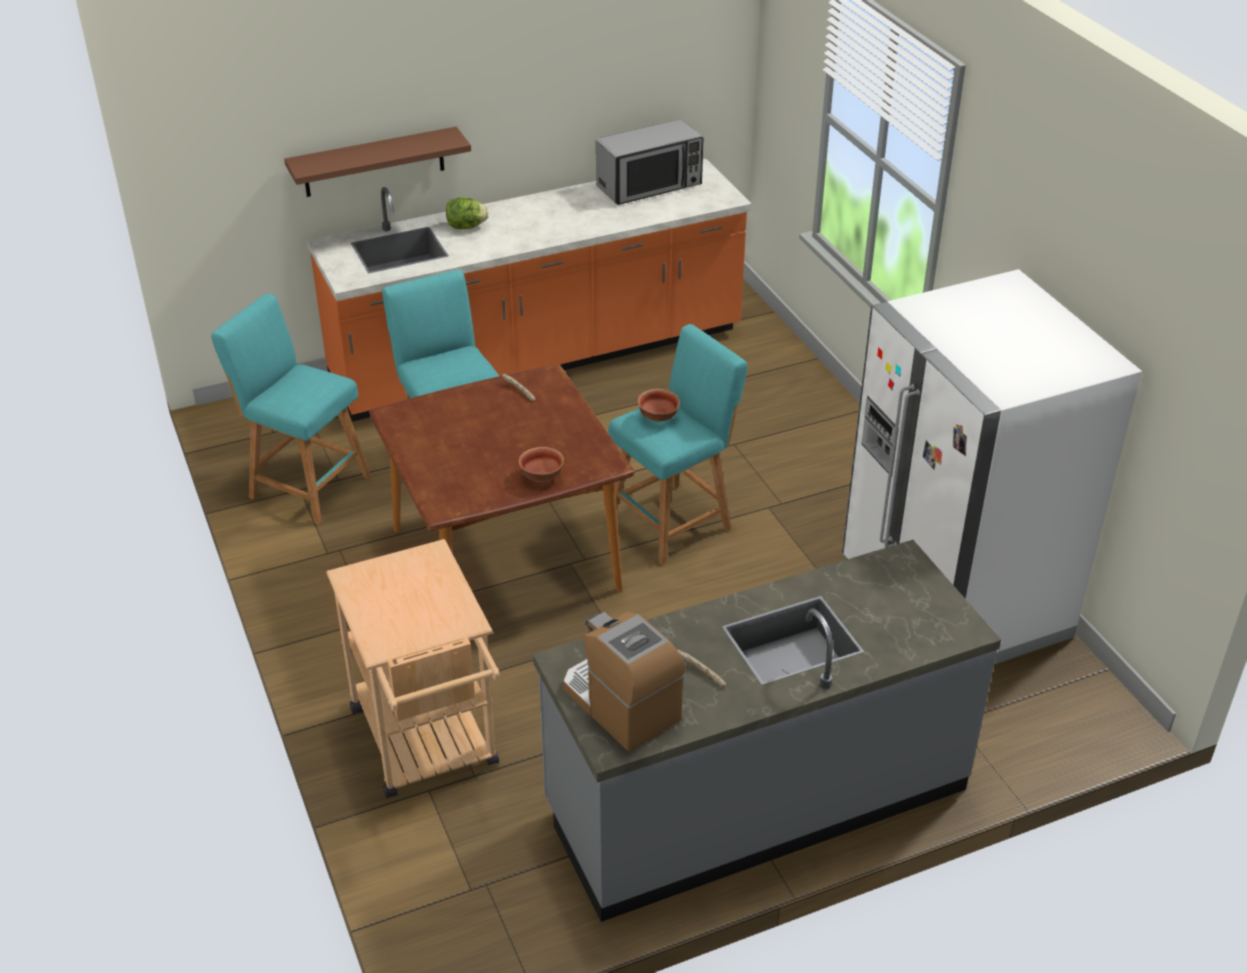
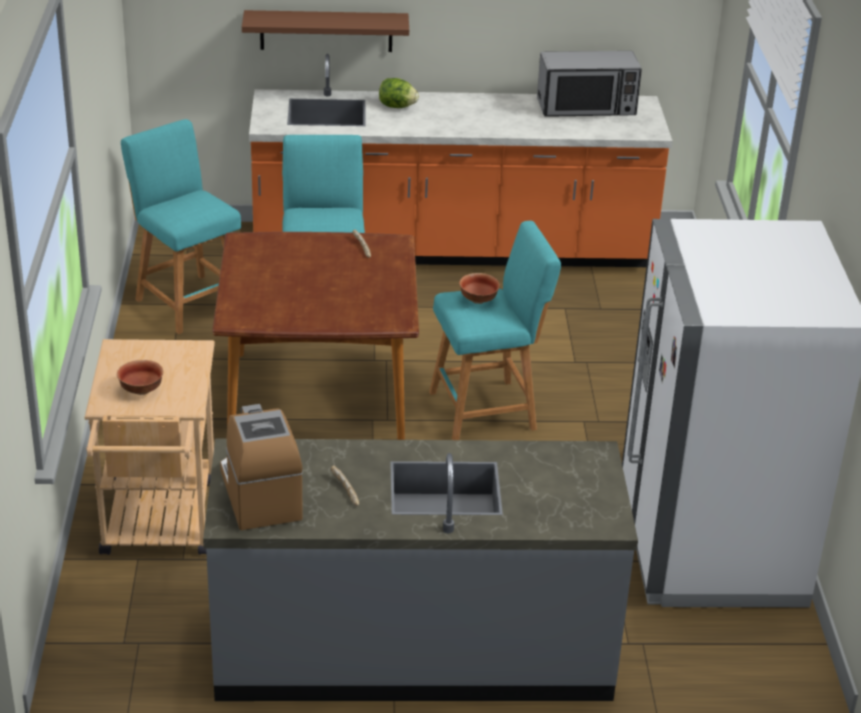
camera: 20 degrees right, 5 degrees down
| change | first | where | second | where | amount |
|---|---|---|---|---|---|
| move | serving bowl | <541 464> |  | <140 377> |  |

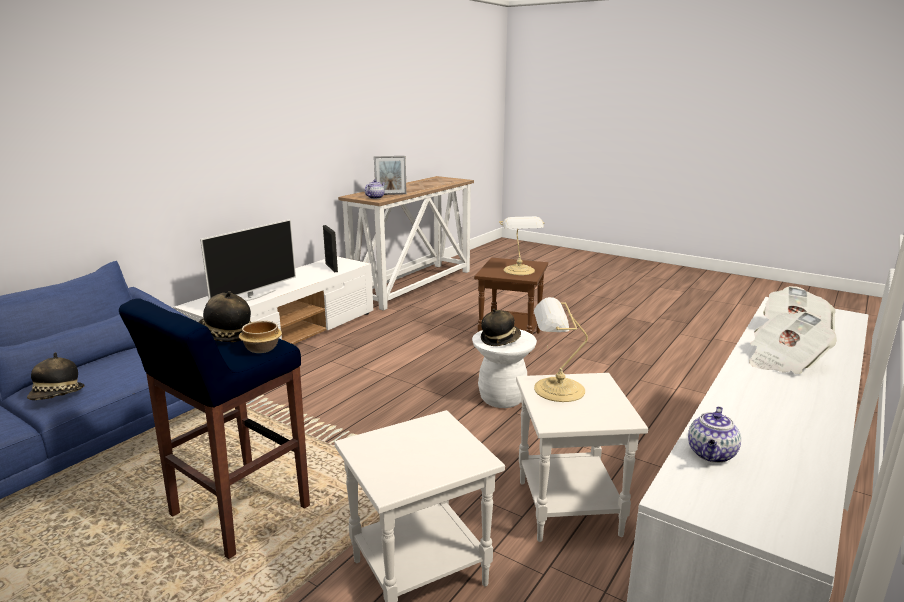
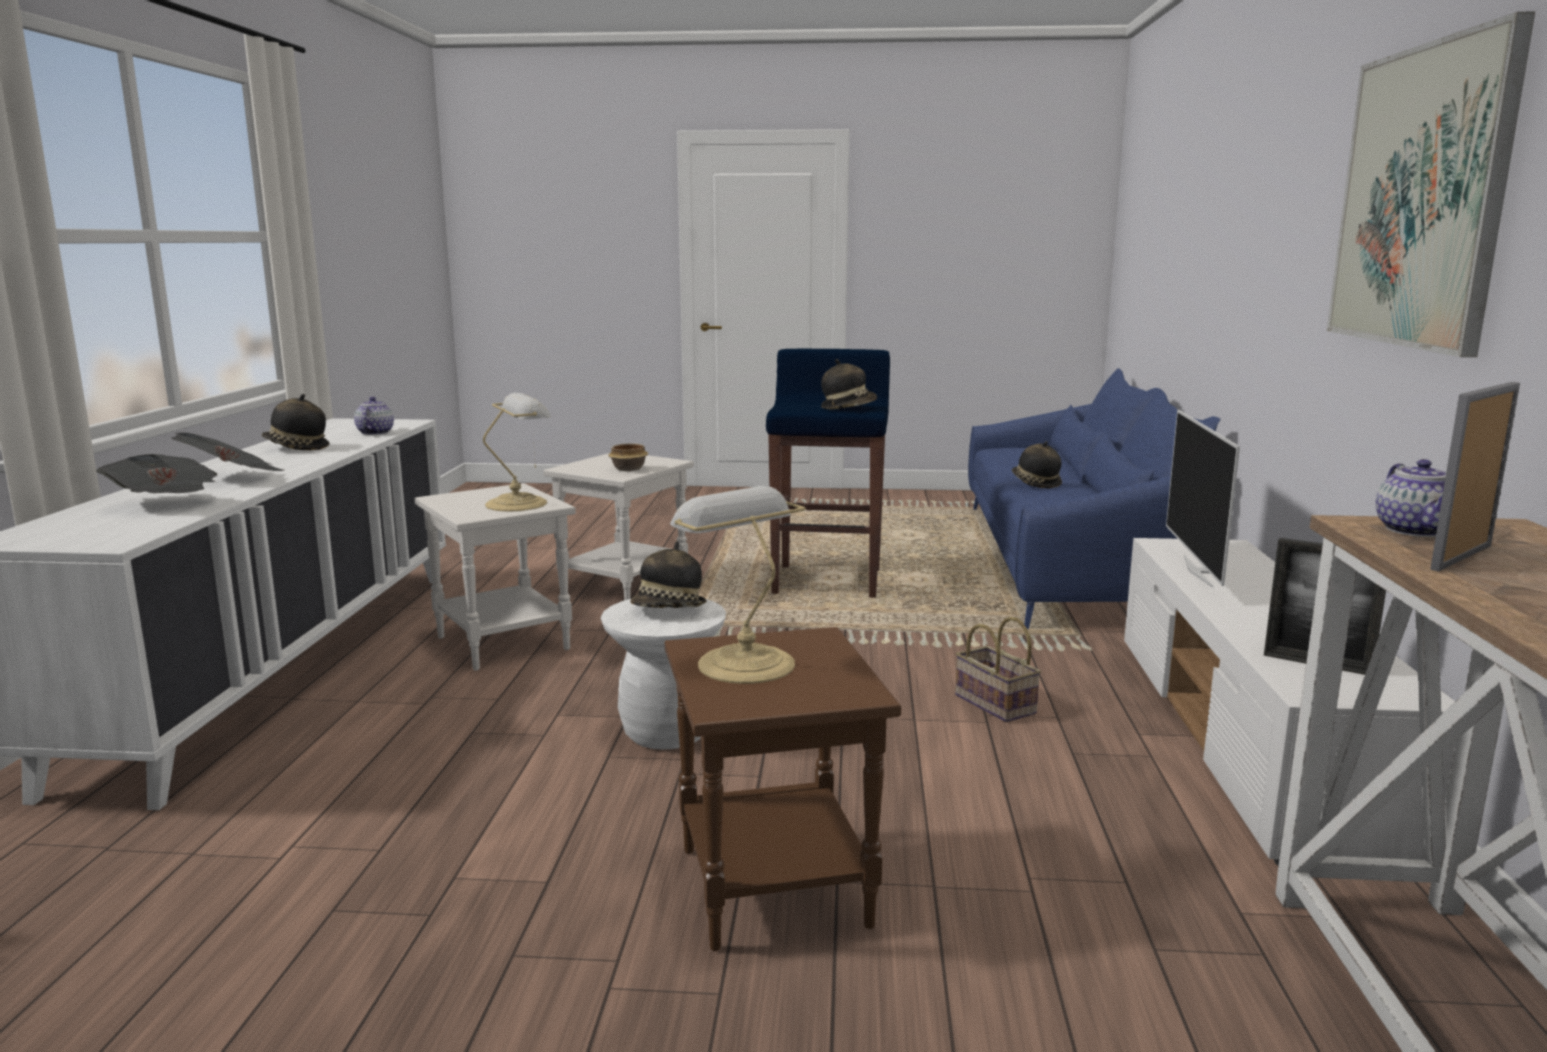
camera: 150 degrees right, 5 degrees down
| change | first | where | second | where | amount |
|---|---|---|---|---|---|
| move | serving bowl | <260 337> |  | <628 457> |  |
| insert |  |  | picture | <1431 184> |  |
| insert |  |  | wearable hat | <295 422> |  |
| insert |  |  | storage basket | <998 669> |  |

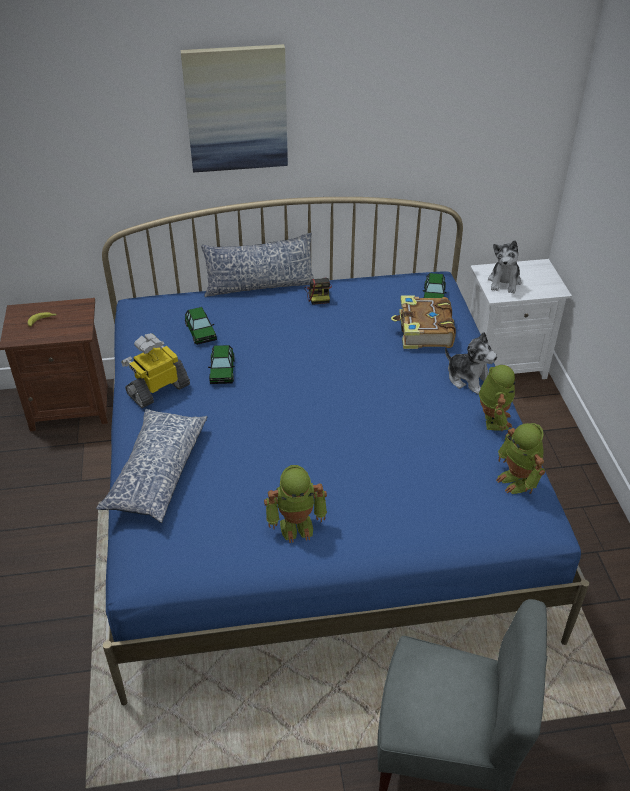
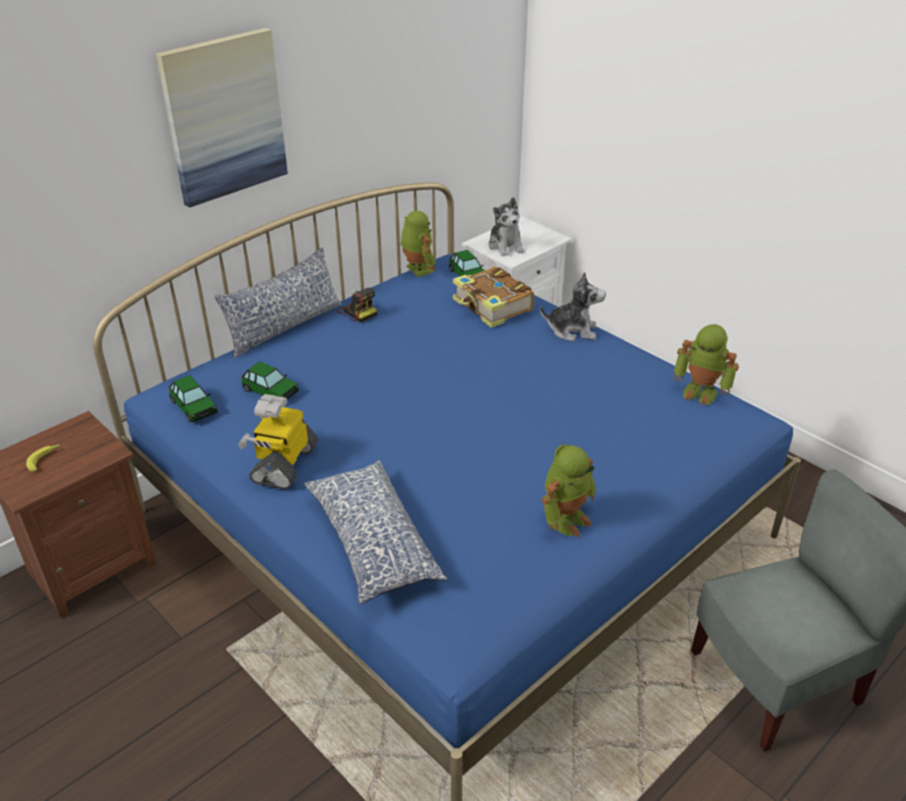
camera: 35 degrees left, 5 degrees down
| change | first | where | second | where | amount |
|---|---|---|---|---|---|
| move | toy car | <221 364> |  | <193 399> |  |
| move | toy robot | <497 398> |  | <418 244> |  |

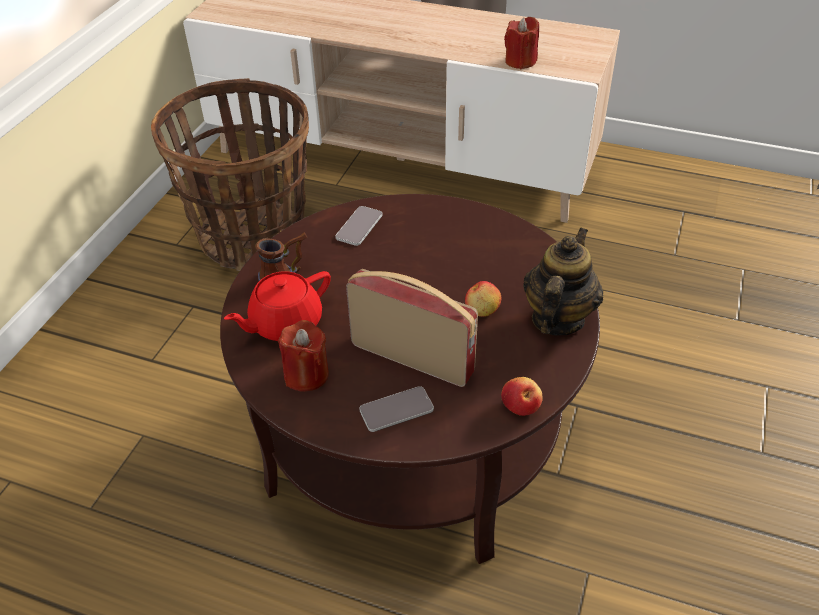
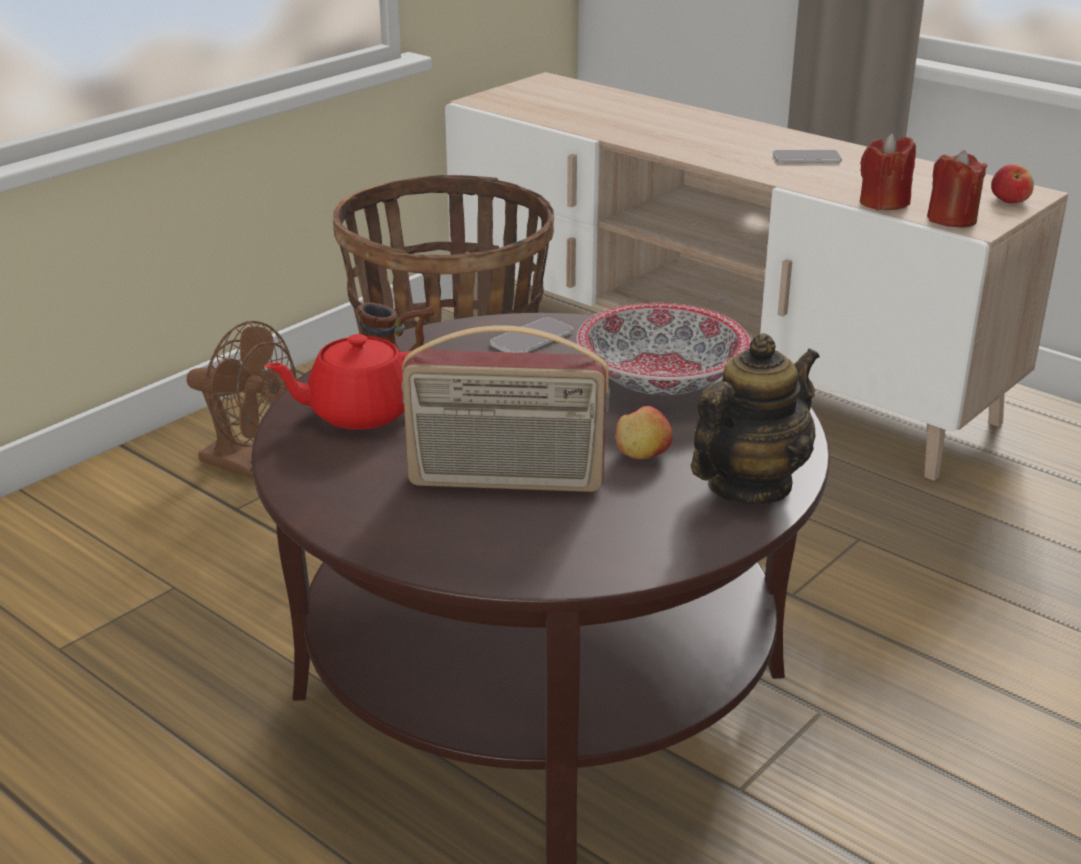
camera: 20 degrees right, 15 degrees down
| change | first | where | second | where | amount |
|---|---|---|---|---|---|
| rotate | radio | <412 328> |  | <505 408> | 135 degrees clockwise |
| move | wax light (red-coloured) | <303 356> |  | <957 189> |  |
| move | apple | <521 396> |  | <1012 183> |  |
| move | telephone | <396 409> |  | <807 156> |  |
| insert |  |  | serving bowl | <663 349> |  |
| insert |  |  | cooling fan (brown) | <241 400> |  |

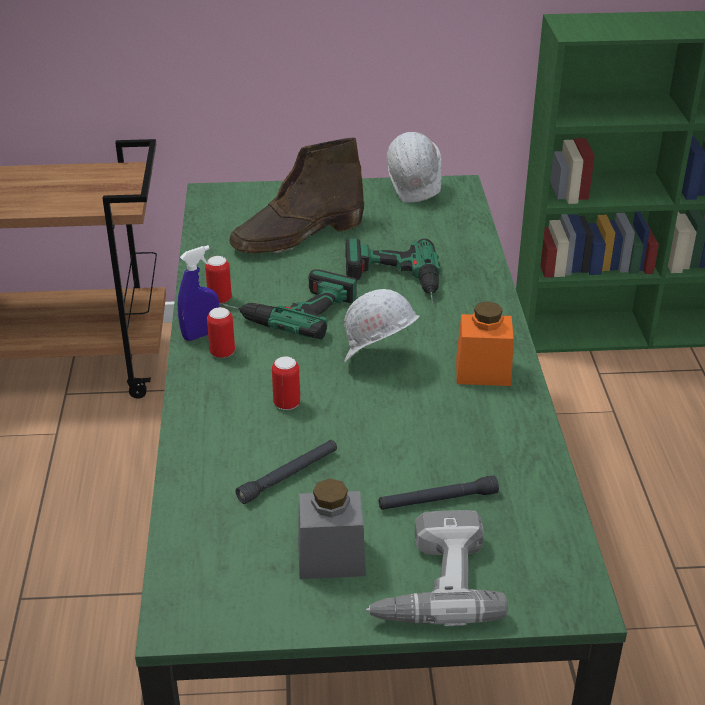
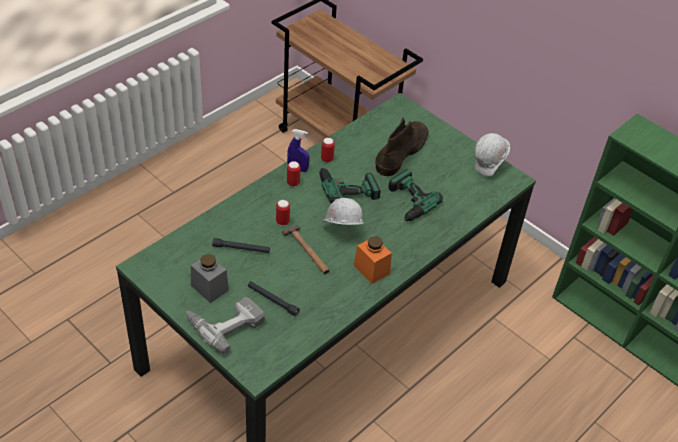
camera: 45 degrees right, 10 degrees up
| change | first | where | second | where | amount |
|---|---|---|---|---|---|
| rotate | boot (brown) | <296 196> |  | <402 147> | 105 degrees clockwise |
| insert |  |  | hand hammer | <305 249> |  |

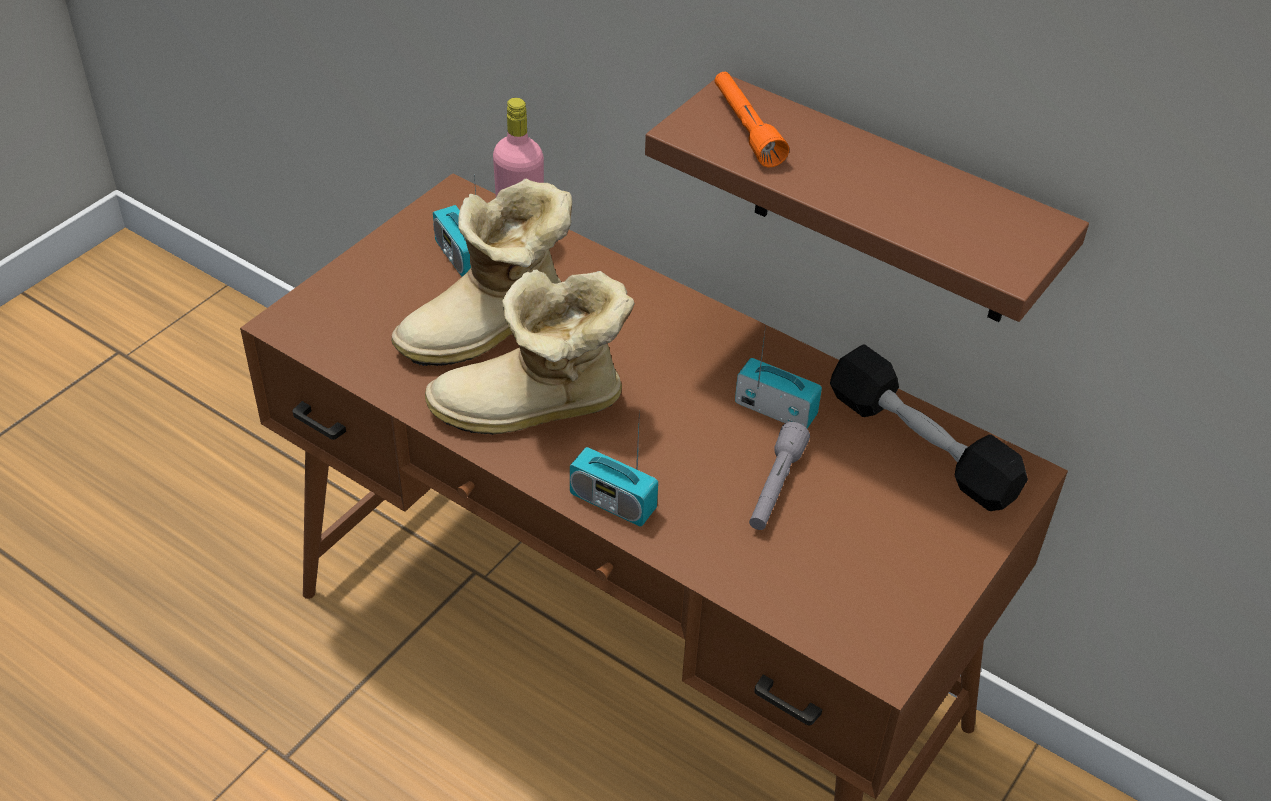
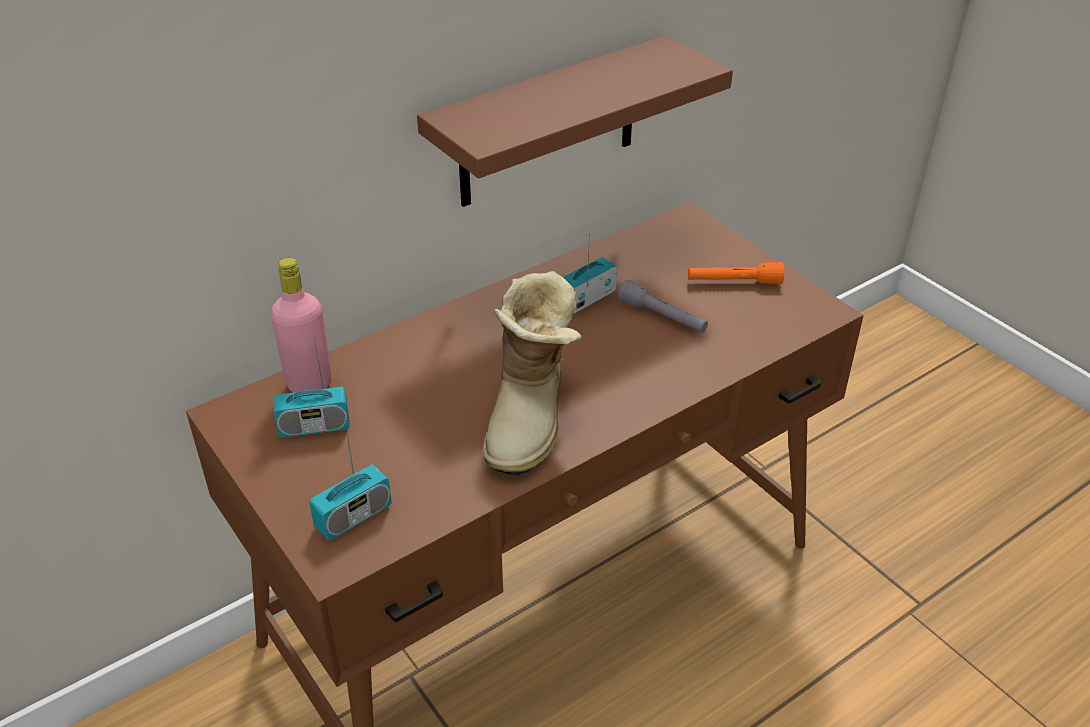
camera: 70 degrees left, 5 degrees down
| change | first | where | second | where | amount |
|---|---|---|---|---|---|
| move | torch (orangey) | <752 119> |  | <736 273> |  |
| delete | boot | <481 272> |  |  |  |
| delete | hand weight (black) | <929 427> |  |  |  |
| move | radio | <614 468> |  | <350 482> |  |

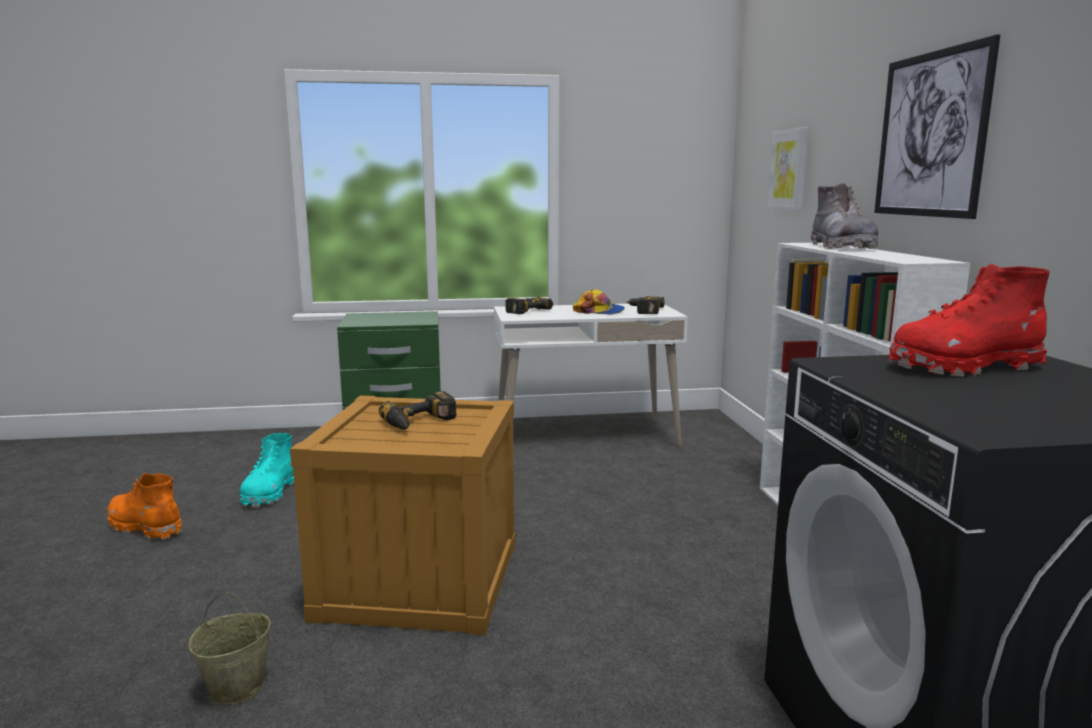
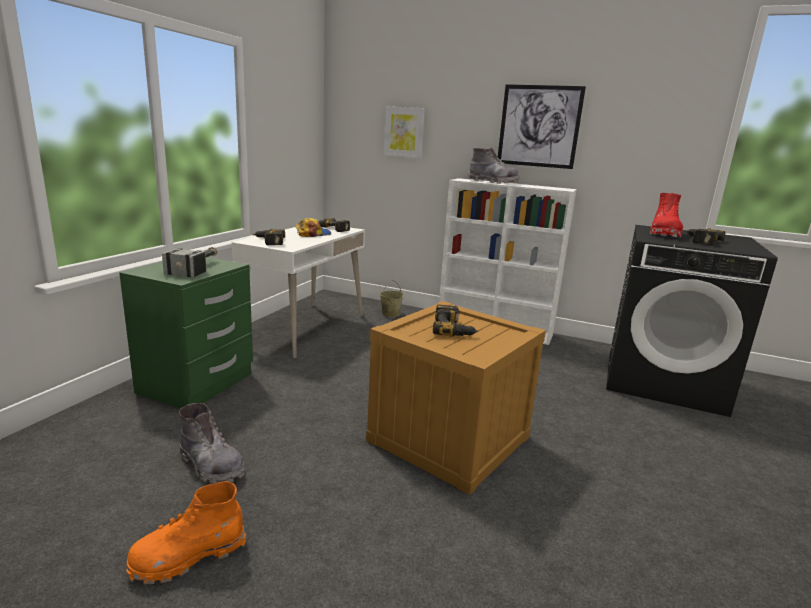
camera: 60 degrees left, 5 degrees up
| change | first | where | second | where | amount |
|---|---|---|---|---|---|
| recolor | boot (turquoise) | <267 470> | boot (grey) | <211 443> |  |
| move | pail (beige) | <229 648> |  | <392 298> |  |
| insert |  |  | electric drill | <705 236> |  |
| insert |  |  | hand hammer | <190 262> |  |

